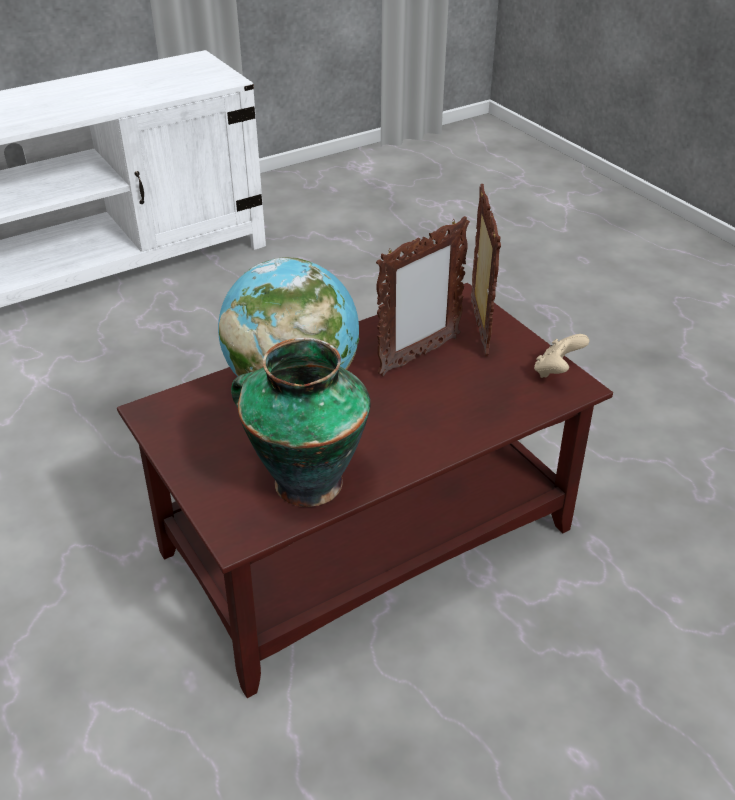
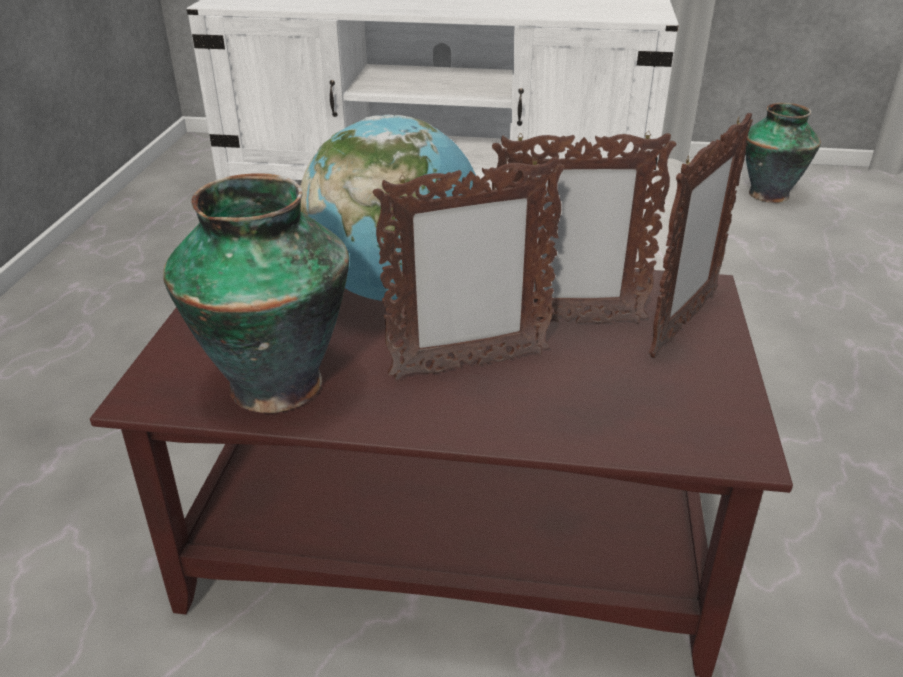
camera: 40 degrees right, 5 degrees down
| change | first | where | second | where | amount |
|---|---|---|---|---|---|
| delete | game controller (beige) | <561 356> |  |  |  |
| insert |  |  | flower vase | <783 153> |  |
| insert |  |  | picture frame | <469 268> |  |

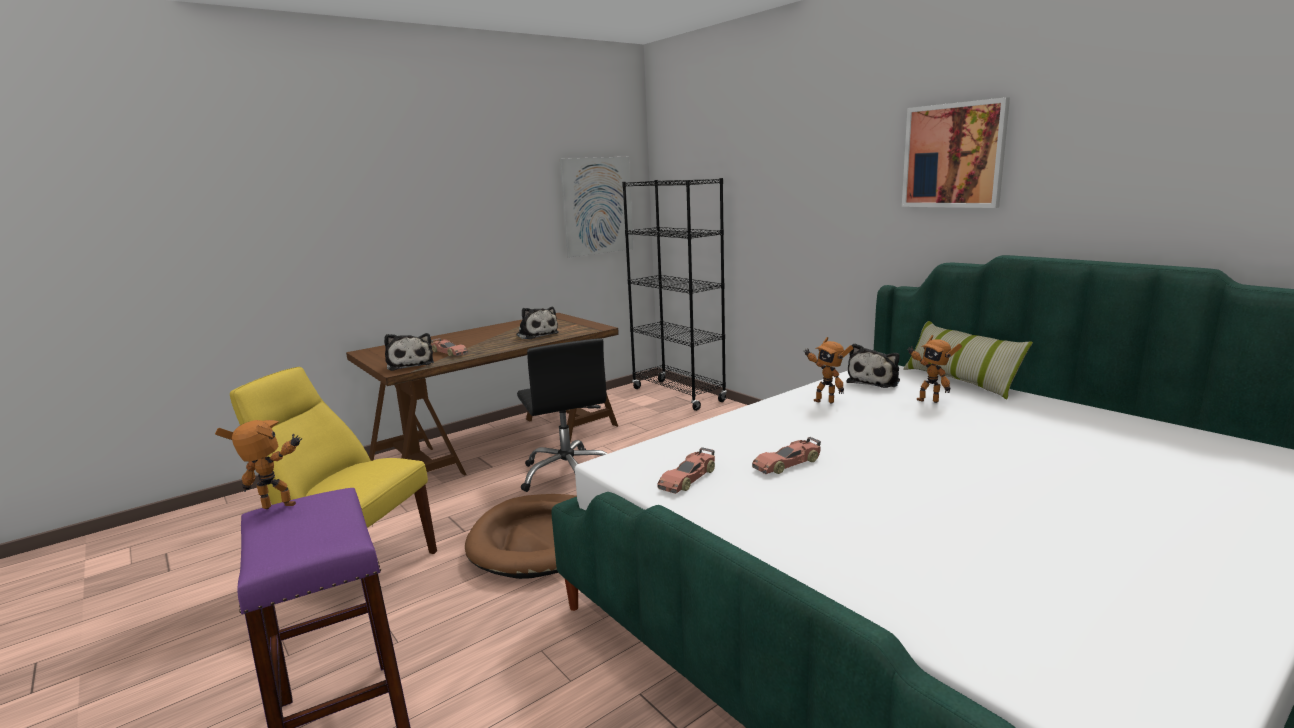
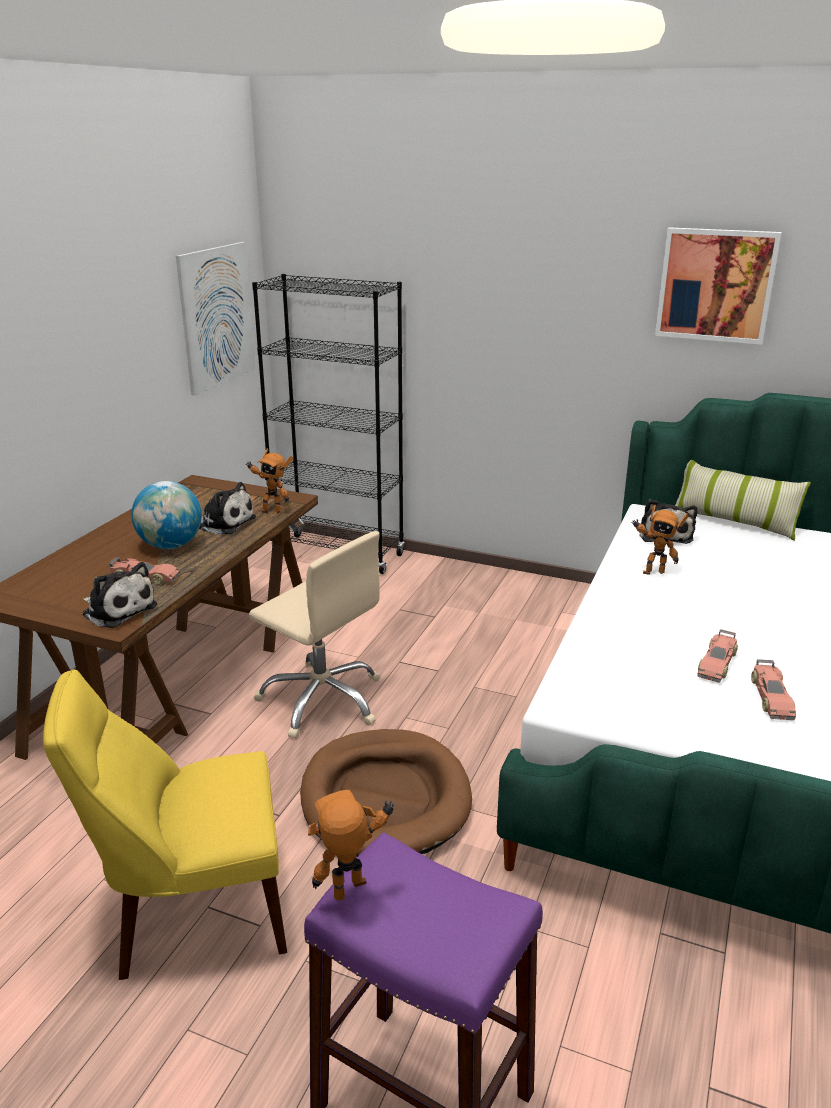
camera: 30 degrees left, 10 degrees up
| change | first | where | second | where | amount |
|---|---|---|---|---|---|
| move | toy robot | <934 369> |  | <269 480> |  |
| recolor | computer chair (black) | <562 415> | computer chair (beige) | <314 635> |  |
| move | toy car | <686 470> |  | <773 689> |  |
| insert |  |  | desk globe | <166 515> |  |

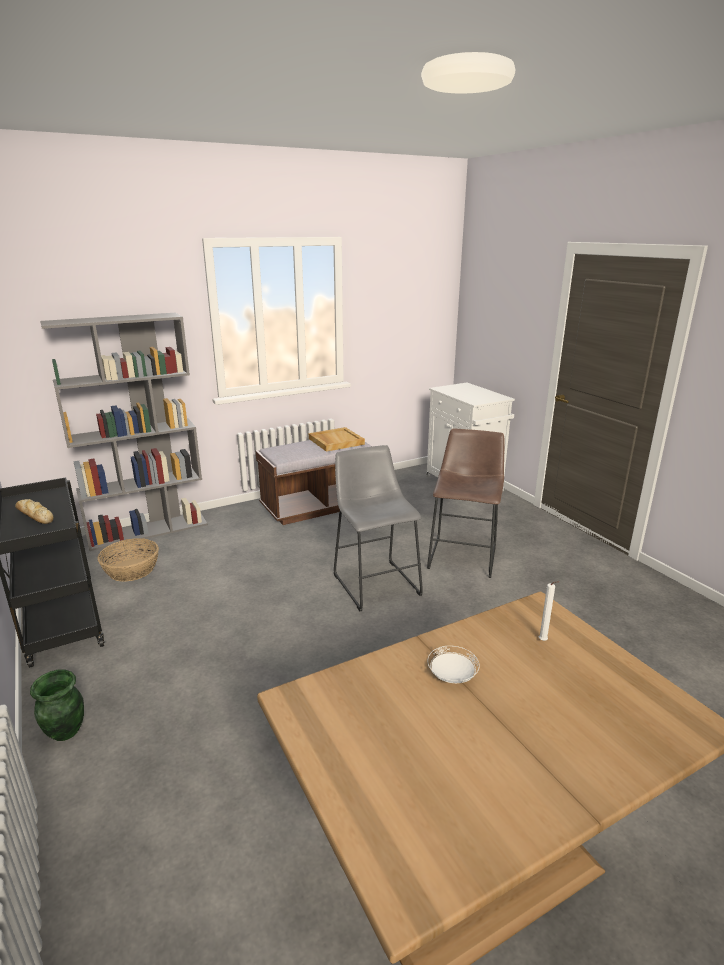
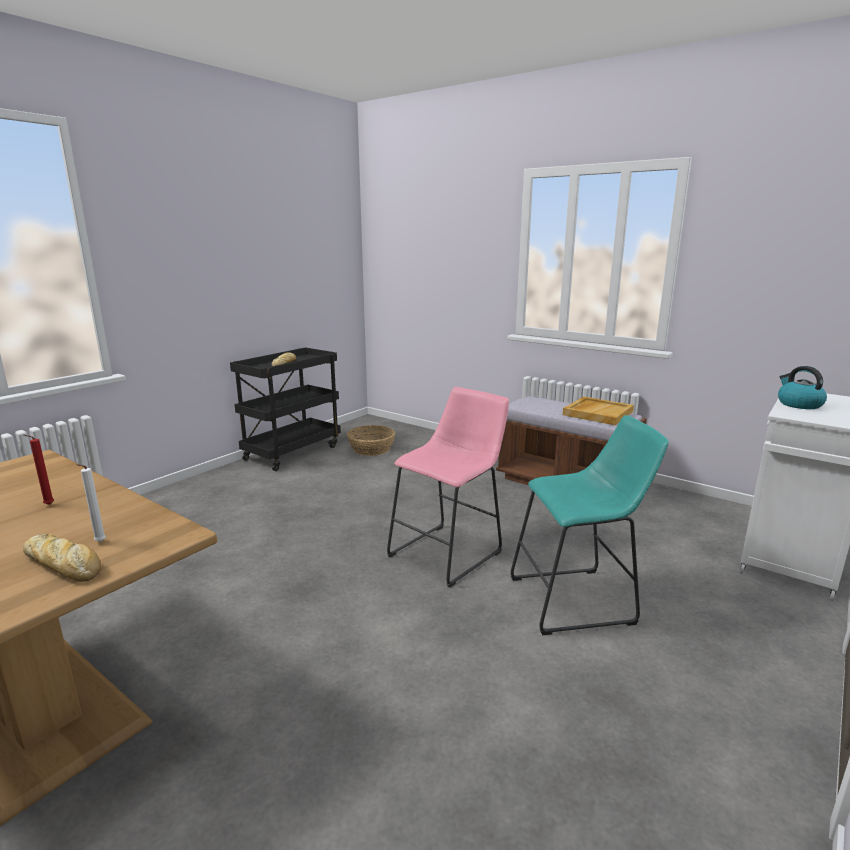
camera: 65 degrees right, 5 degrees down
| change | first | where | second | where | amount |
|---|---|---|---|---|---|
| delete | shelving unit (grey) | <124 432> |  |  |  |
| recolor | stool seat (brown) | <466 503> | stool seat (turquoise) | <590 525> |  |
| recolor | stool seat (grey) | <378 528> | stool seat (pinkish) | <448 487> |  |
| replace | flat dish (whitish) | <453 664> | wax light (red-coloured) | <39 470> |  |
| delete | flower vase (greenish) | <57 705> |  |  |  |
| insert |  |  | tea kettle | <802 387> |  |
| insert |  |  | bakery bread | <62 557> |  |

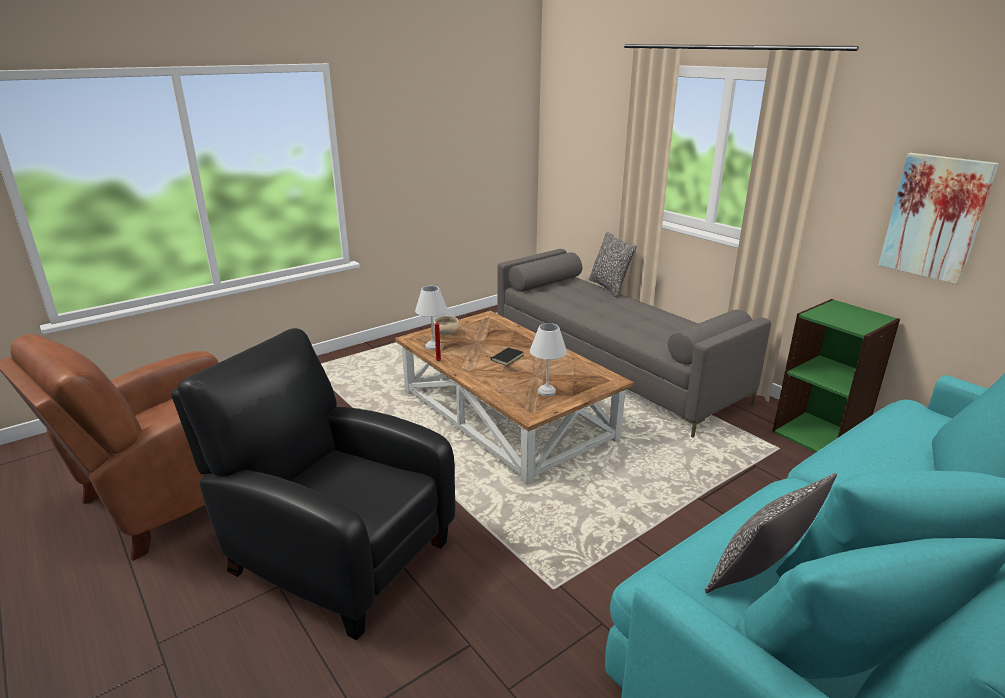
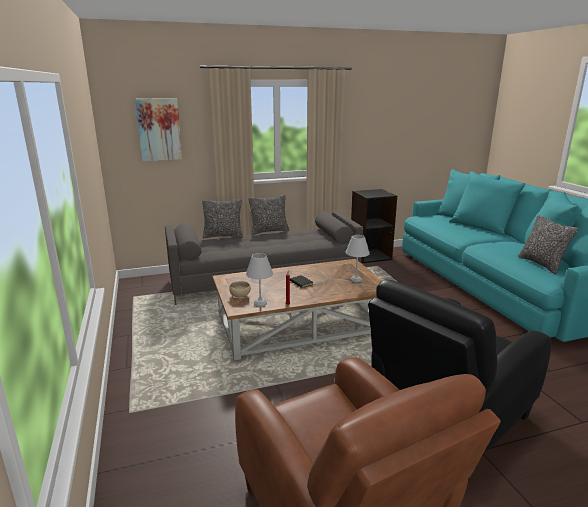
camera: 70 degrees left, 5 degrees down
| change | first | where | second | where | amount |
|---|---|---|---|---|---|
| move | picture | <939 218> |  | <158 129> |  |
| recolor | shelving unit (greenish) | <836 376> | shelving unit (black) | <374 226> |  |
| insert |  |  | cushion | <268 215> |  |

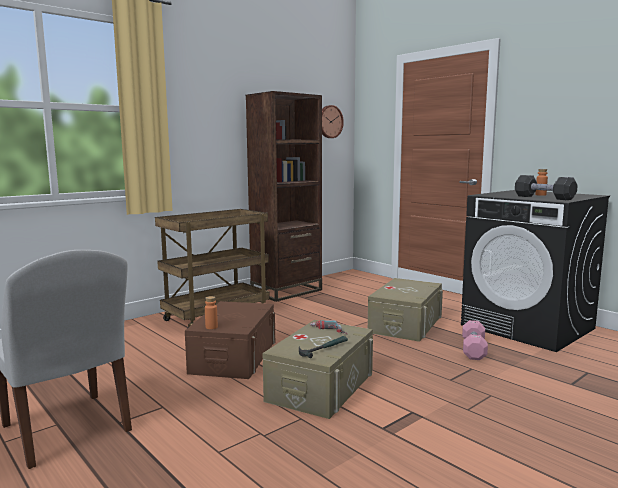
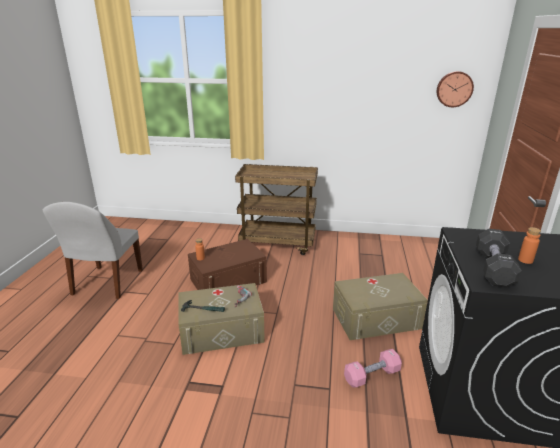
camera: 50 degrees right, 15 degrees up
| change | first | where | second | where | amount |
|---|---|---|---|---|---|
| delete | shelving unit (brown) | <284 196> |  |  |  |

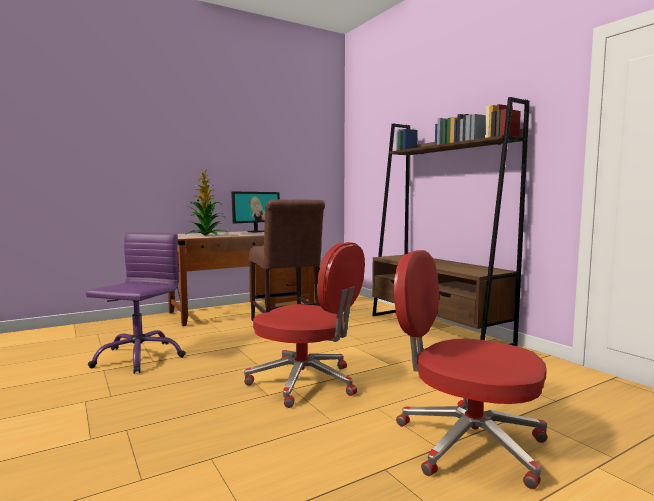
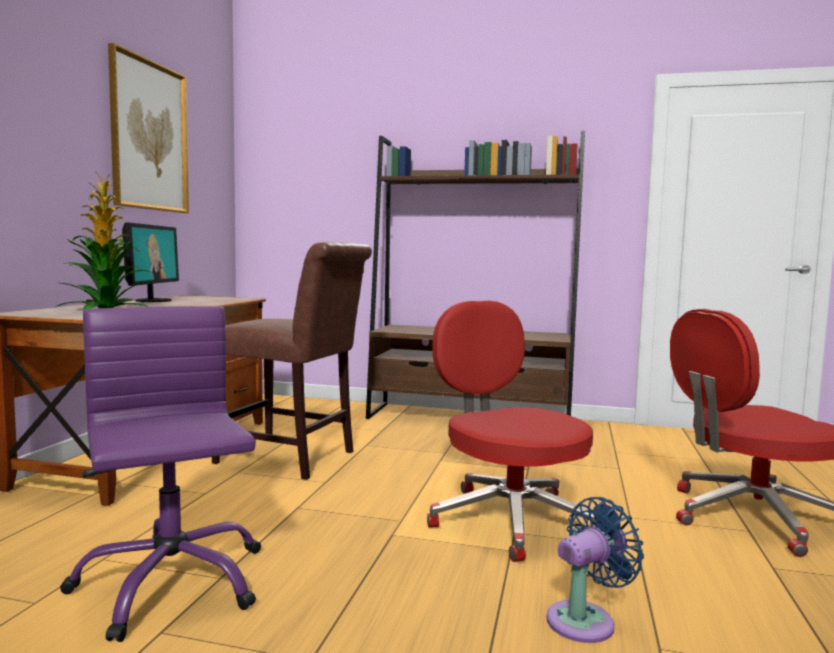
camera: 45 degrees left, 0 degrees up
| change | first | where | second | where | amount |
|---|---|---|---|---|---|
| rotate | computer chair (red-coloured) | <304 325> |  | <511 431> | 105 degrees counterclockwise |
| insert |  |  | picture | <148 128> |  |
| insert |  |  | cooling fan (blue) | <595 570> |  |

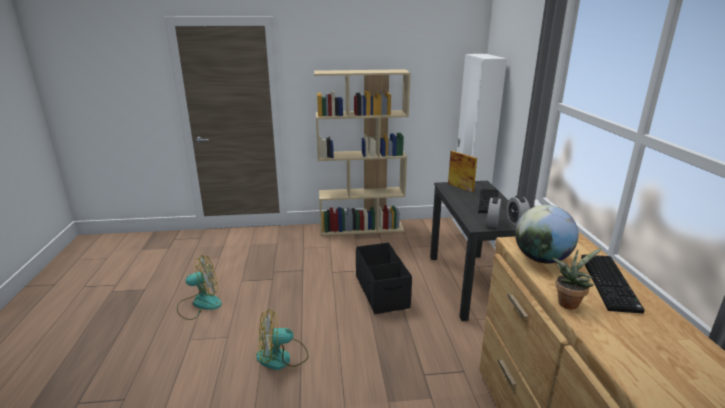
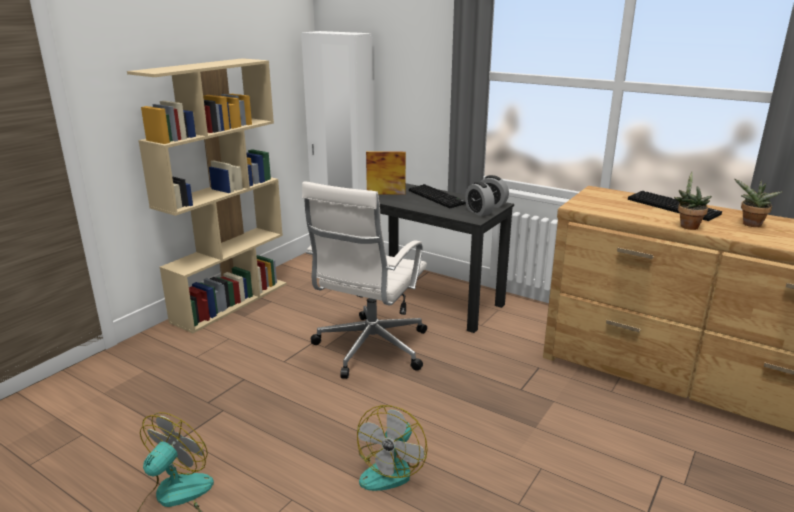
camera: 50 degrees left, 0 degrees up
| change | first | where | second | where | amount |
|---|---|---|---|---|---|
| delete | desk globe | <546 234> |  |  |  |
| replace | storage box (black) | <384 278> | computer chair (whitish) | <364 280> |  |
| insert |  |  | plant in a pot | <759 203> |  |

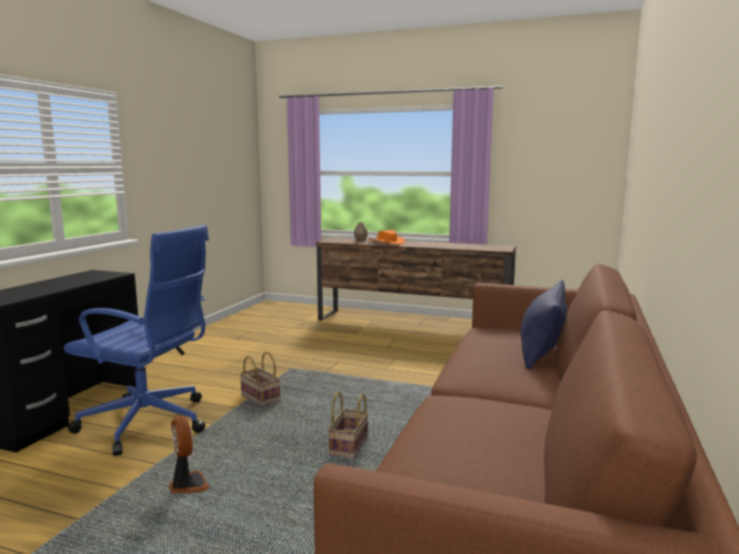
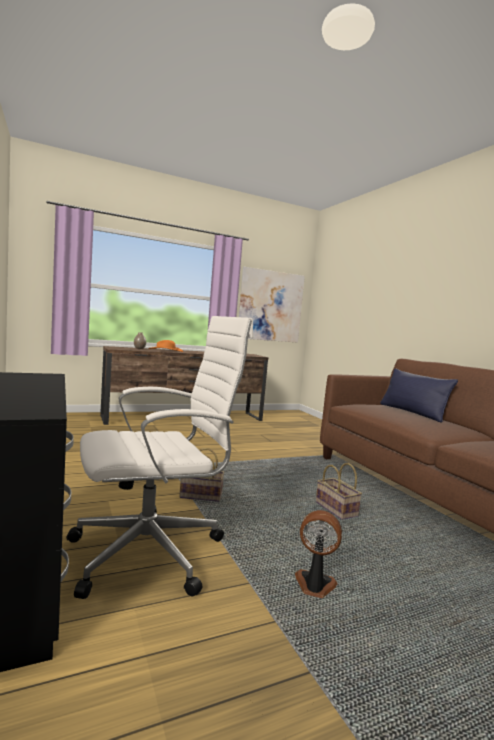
camera: 45 degrees left, 5 degrees down
| change | first | where | second | where | amount |
|---|---|---|---|---|---|
| recolor | computer chair (blue) | <136 340> | computer chair (whitish) | <160 457> |  |
| insert |  |  | picture | <272 305> |  |

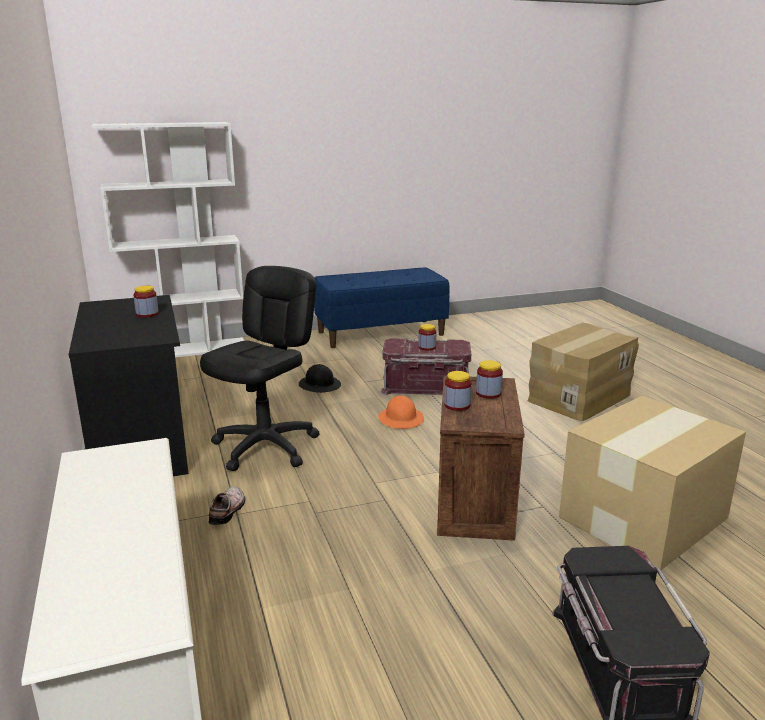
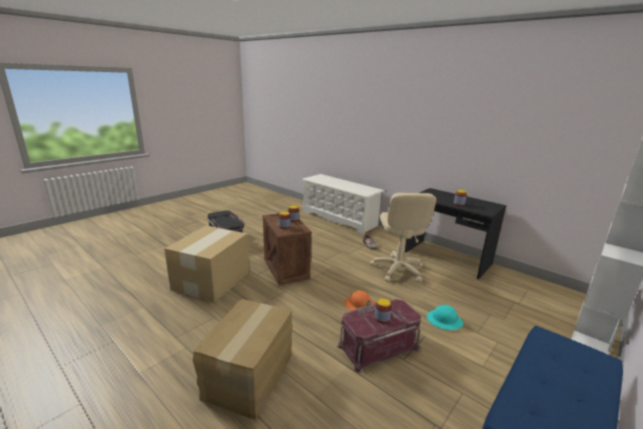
camera: 150 degrees right, 0 degrees up
| change | first | where | second | where | amount |
|---|---|---|---|---|---|
| recolor | computer chair (black) | <260 368> | computer chair (beige) | <403 237> |  |
| recolor | hard hat (black) | <320 378> | hard hat (turquoise) | <445 317> |  |

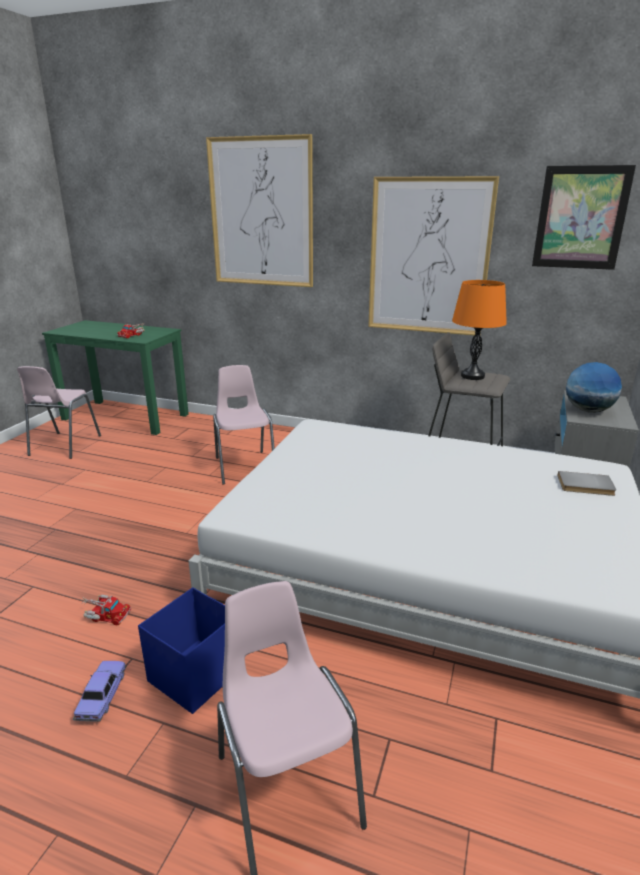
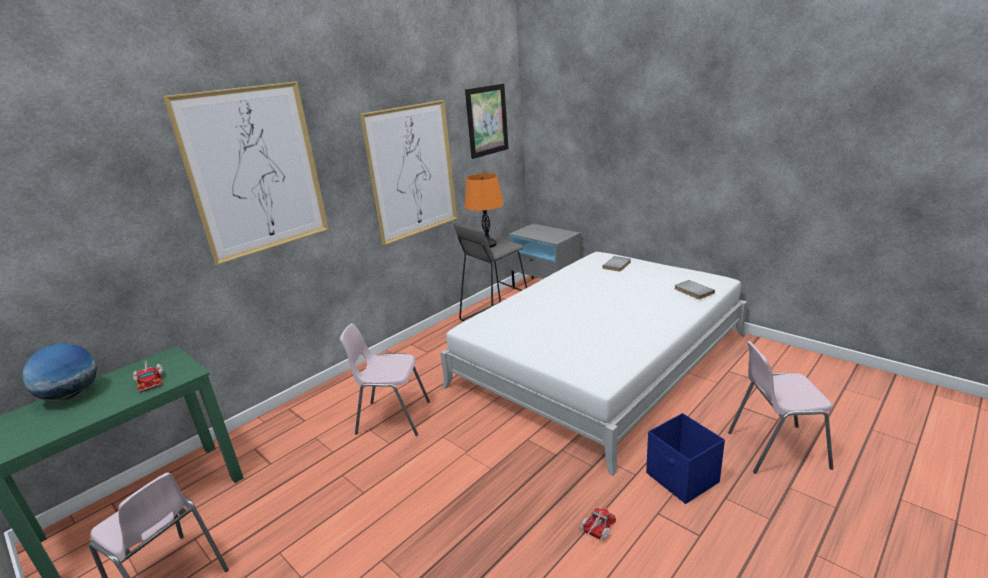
camera: 65 degrees left, 0 degrees up
| change | first | where | second | where | amount |
|---|---|---|---|---|---|
| move | desk globe | <594 387> |  | <60 373> |  |
| delete | toy car | <100 691> |  |  |  |
| insert |  |  | bound book (grey) | <694 289> |  |

